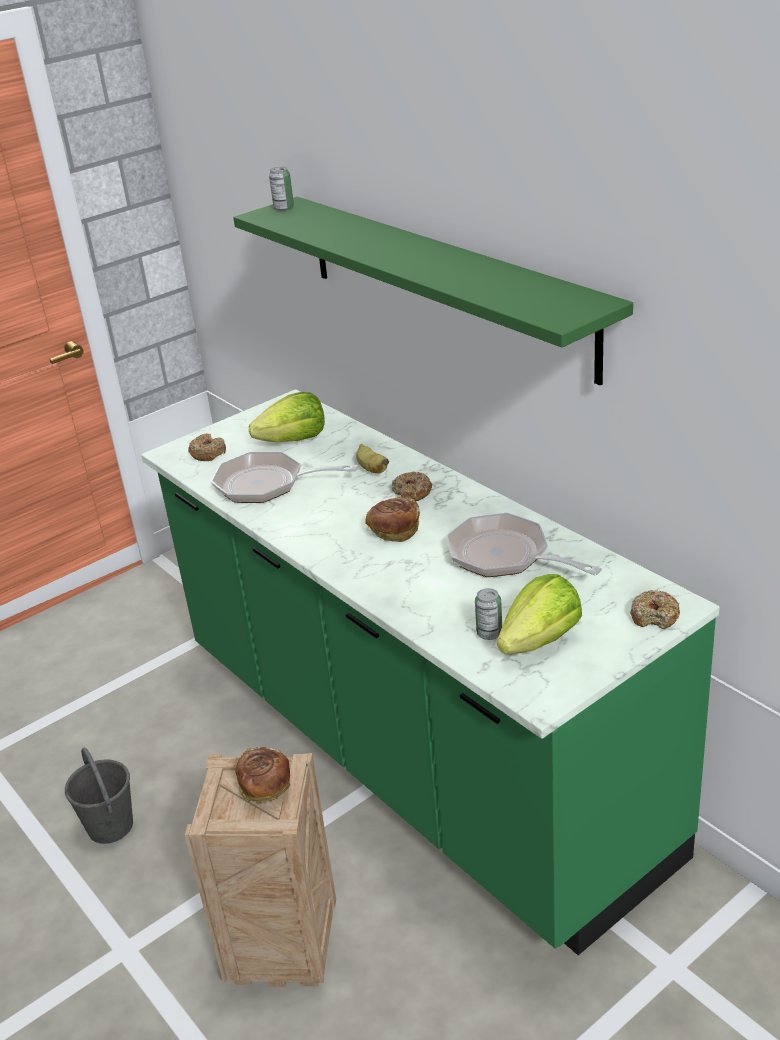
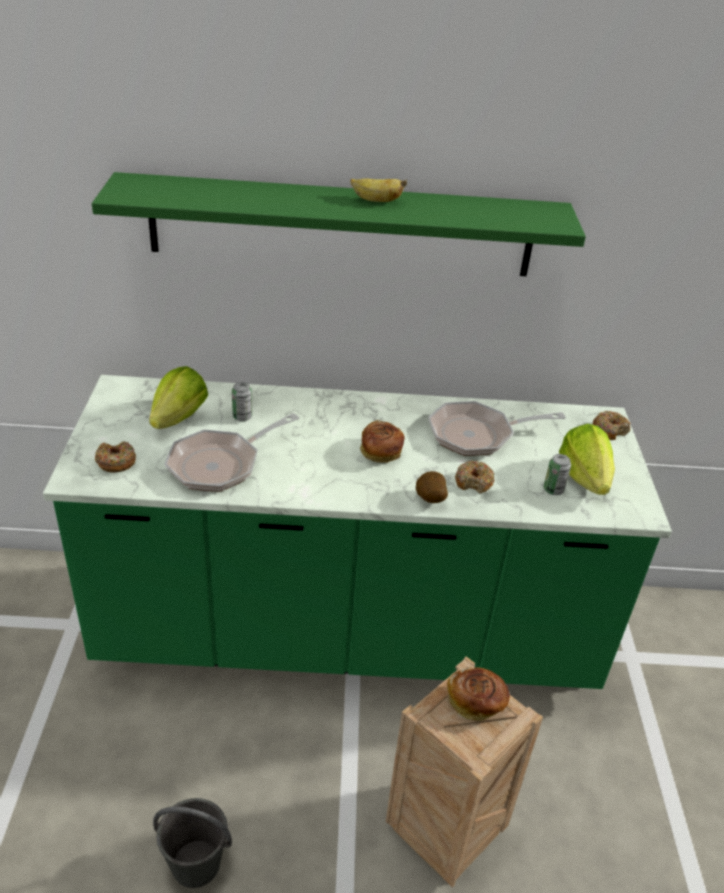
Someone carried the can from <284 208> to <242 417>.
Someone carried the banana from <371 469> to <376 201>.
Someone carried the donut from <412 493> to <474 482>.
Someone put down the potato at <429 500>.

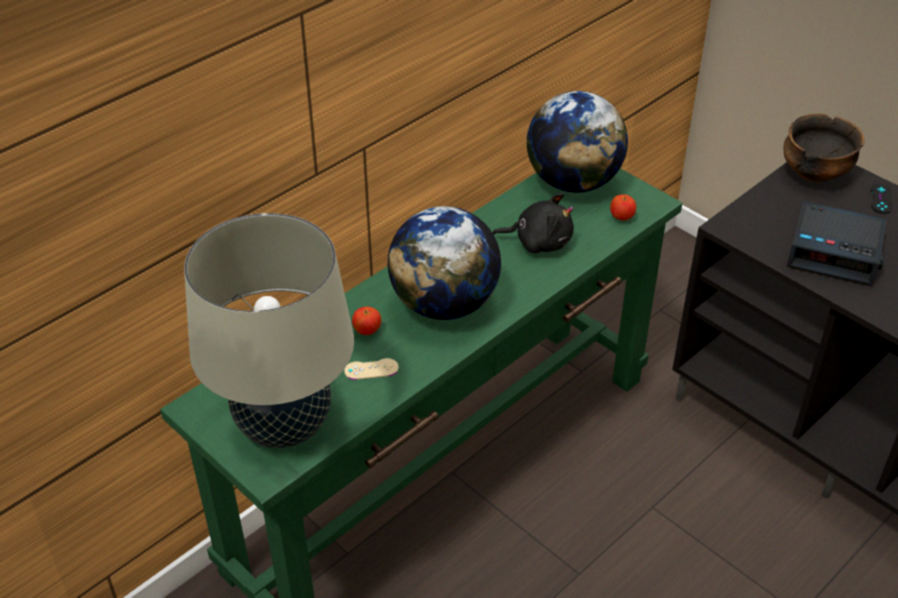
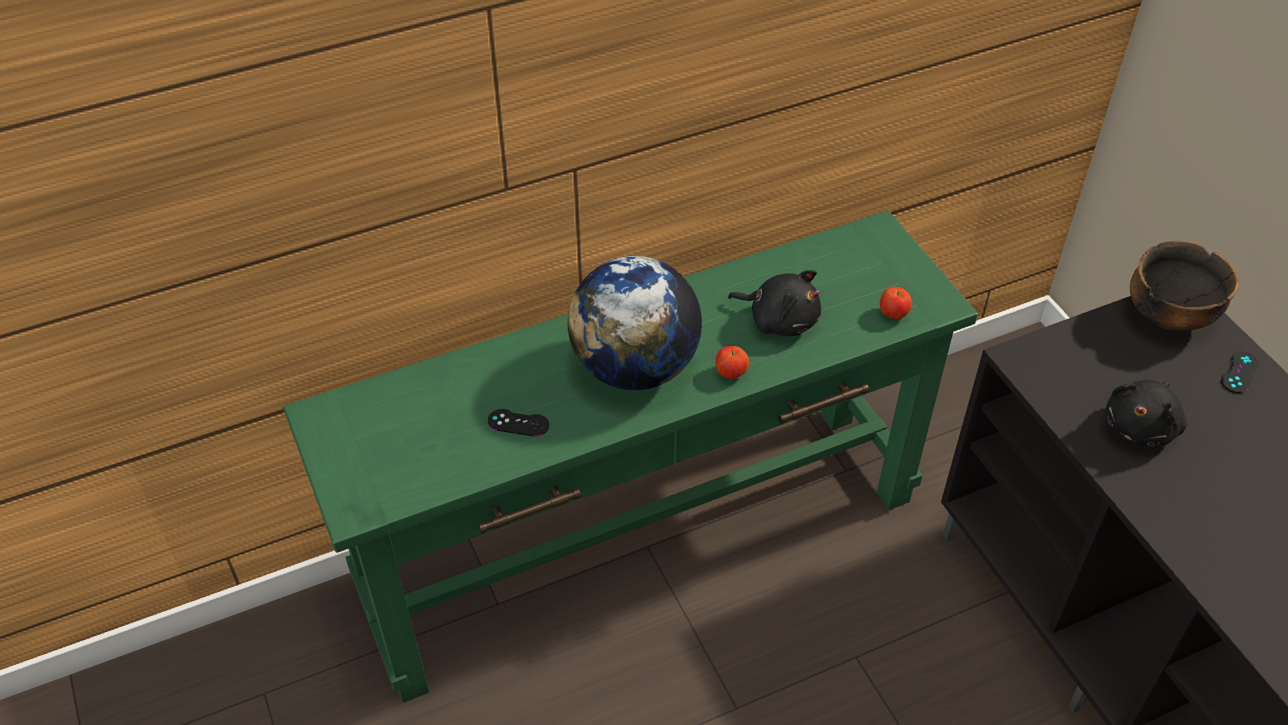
Someone took away the table lamp (beige) at <284 425>.
Someone repainted the game controller (beige) at <371 369>, which became the game controller (black) at <518 423>.
Someone carried the apple from <367 331> to <731 373>.
Someone took away the globe at <573 182>.
Someone swapped the alarm clock at <835 252> for the plush toy (black) at <1141 426>.

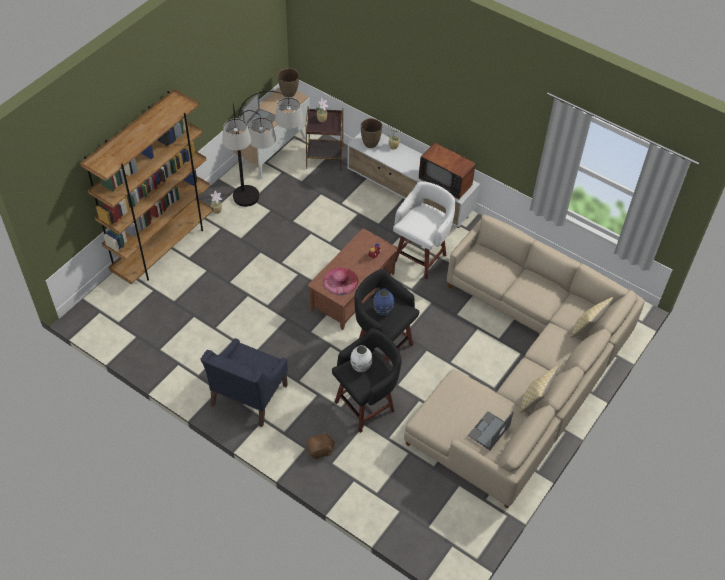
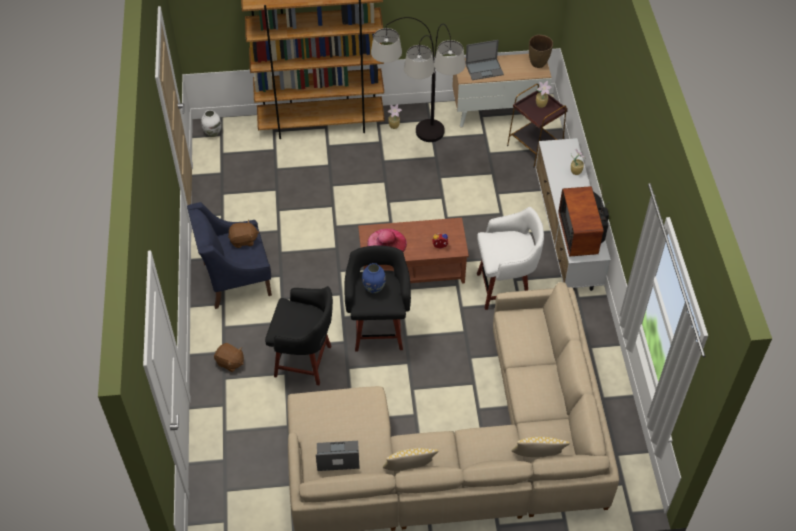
Someone carried the vase (white) from <361 367> to <212 133>.
Someone took away the vase (brown) at <370 143>.
Someone put down the plush toy (brown) at <243 240>.

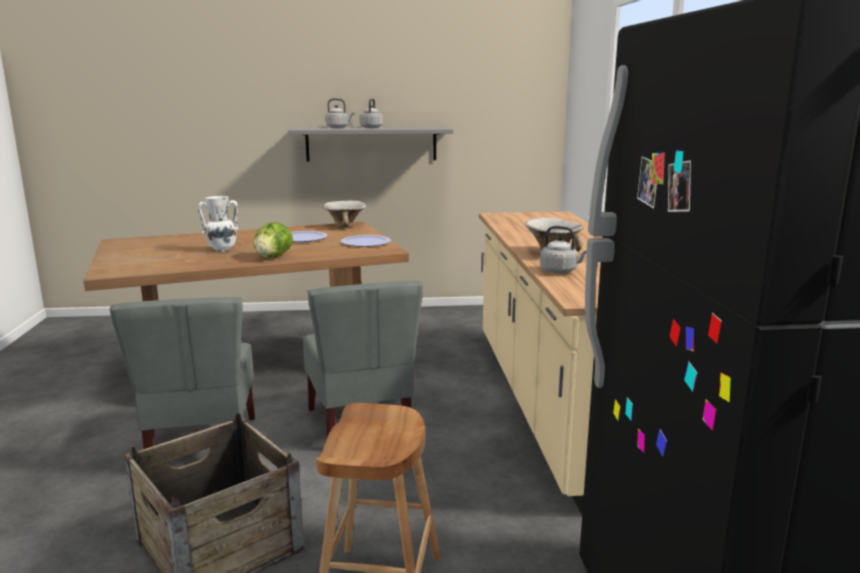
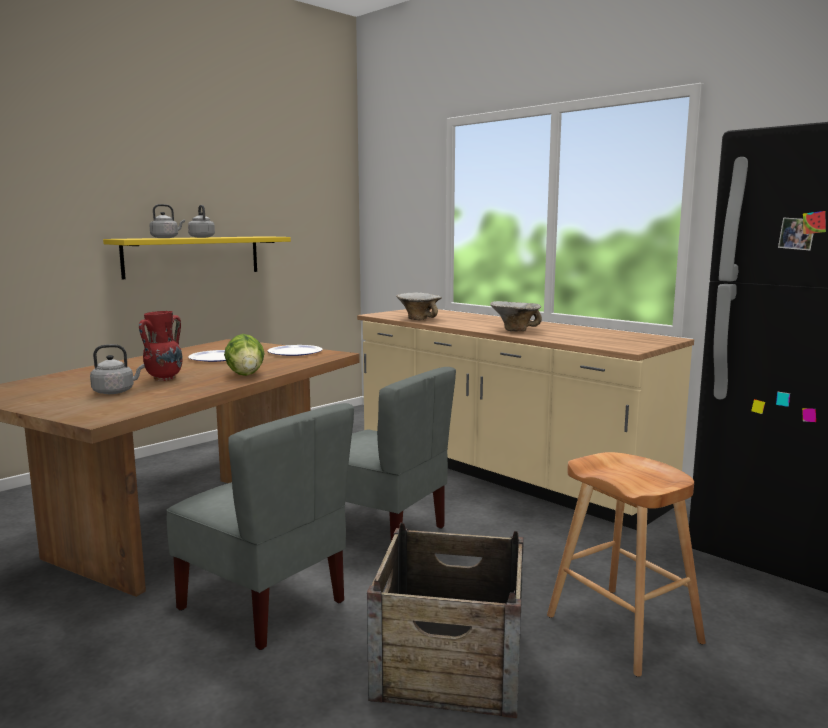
Someone repainted the vase (white) at <221 250>, which became the vase (red) at <163 378>.
Someone repainted the shelf (grey) at <371 144>, which became the shelf (yellow) at <192 256>.
Someone carried the bowl from <345 226> to <419 319>.
Someone carried the kettle (grey) from <560 271> to <116 392>.

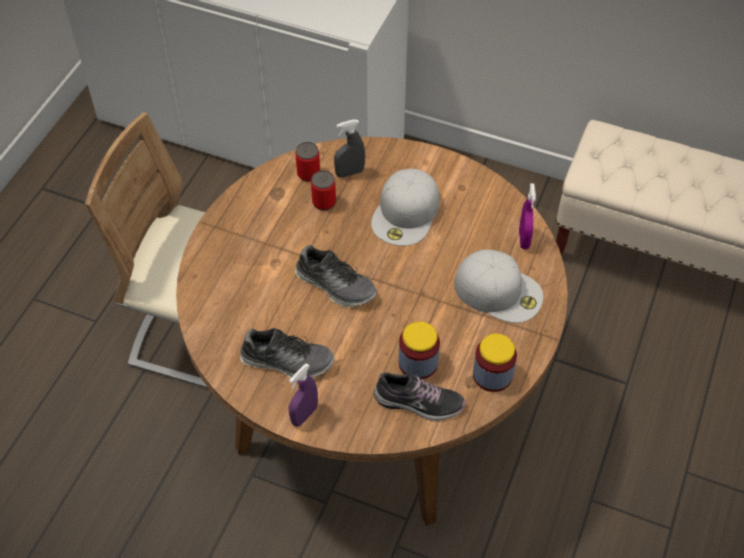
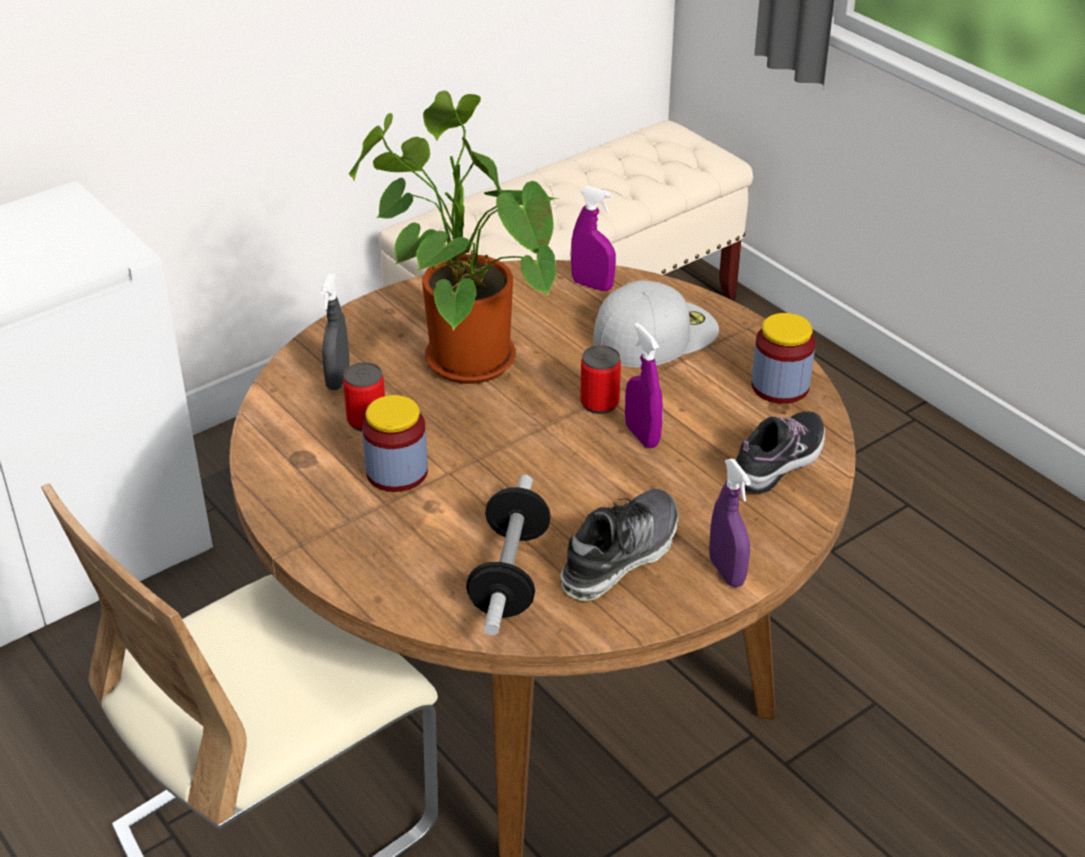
Someone carried the can from <308 174> to <599 403>.
Someone took away the shoe at <336 285>.
Someone swapped the cap (white) at <406 213> for the potted plant at <460 358>.
Someone carried the jar from <418 363> to <397 472>.
Someone put down the dumbbell at <509 575>.
Someone put down the spray bottle (purple) at <642 436>.

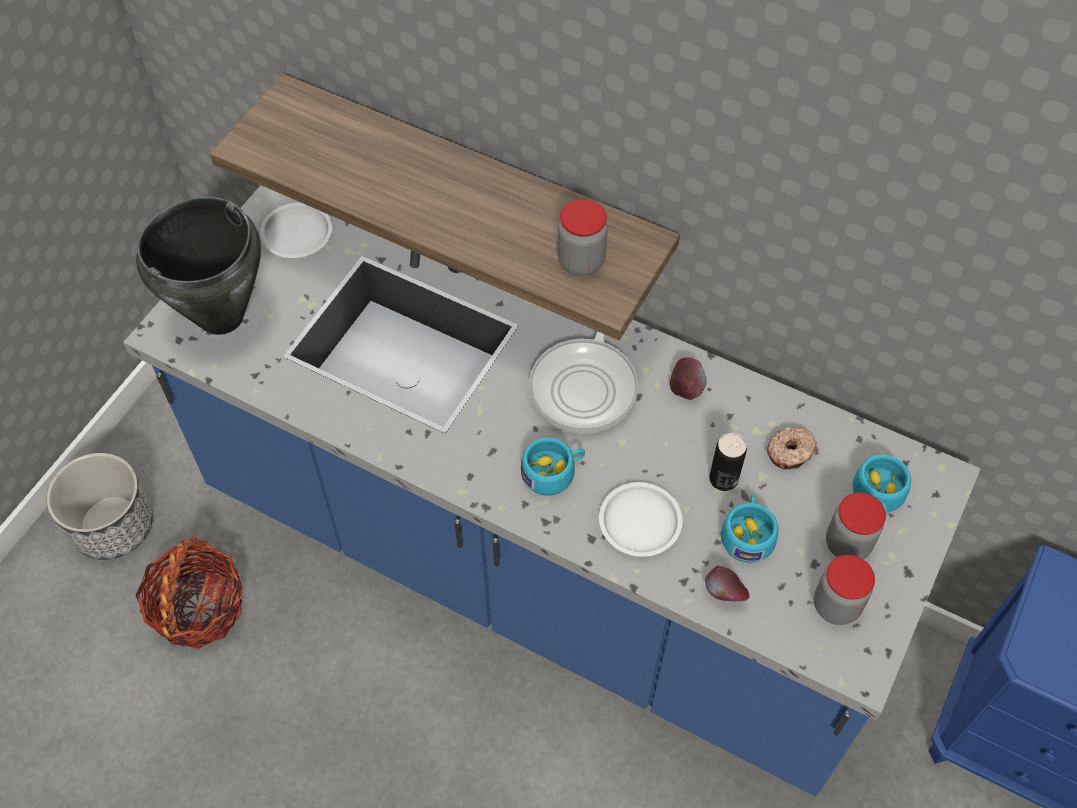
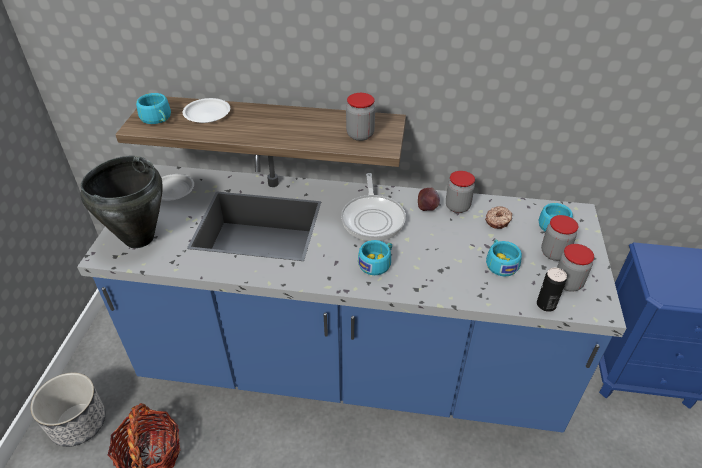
Someone carried the plate (white) from <640 521> to <207 113>.
Someone took away the apple at <724 594>.
Someone carried the can from <723 479> to <546 305>.
Someone put down the cup (turquoise) at <157 119>.
Someone put down the jar at <457 207>.

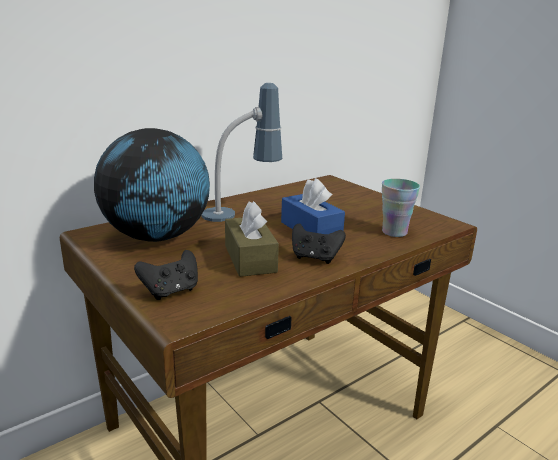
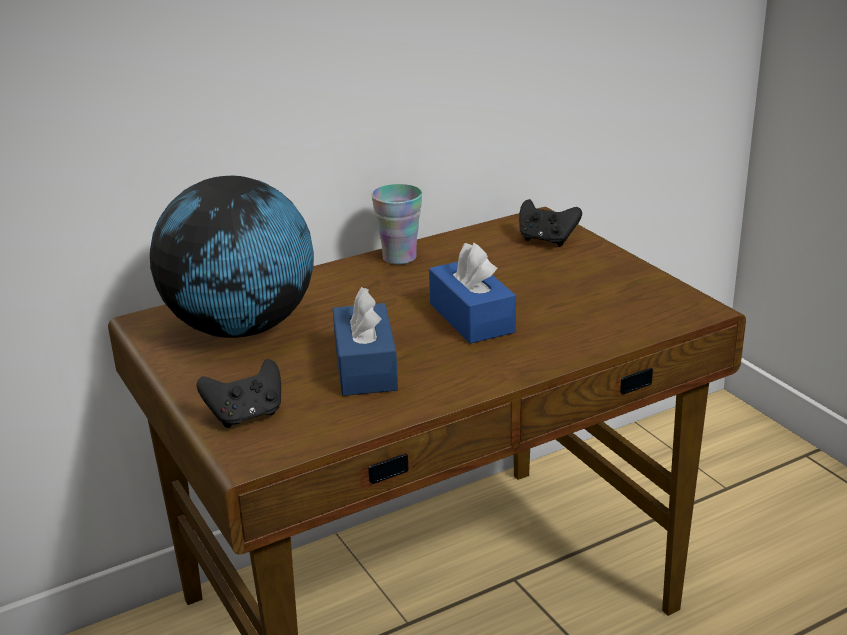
Someone took away the table lamp at <241 213>.
Someone repainted the tissue box (brown) at <250 258>, which became the tissue box (blue) at <365 367>.
Someone carried the game controller (black) from <315 258> to <546 240>.
Someone carried the cup from <394 232> to <399 257>.

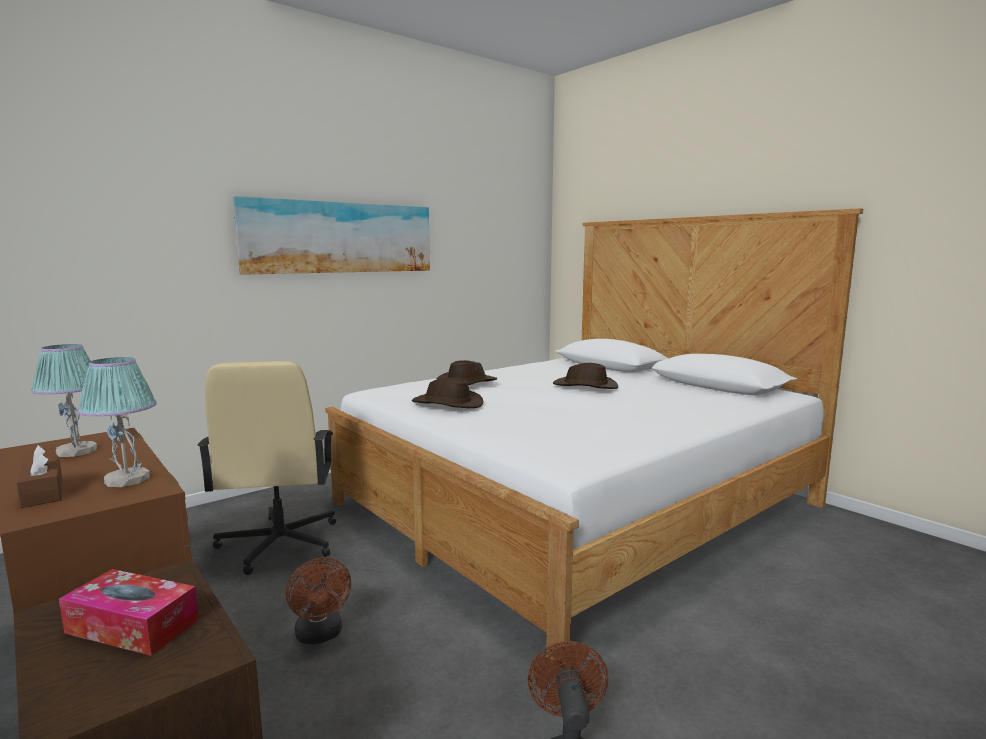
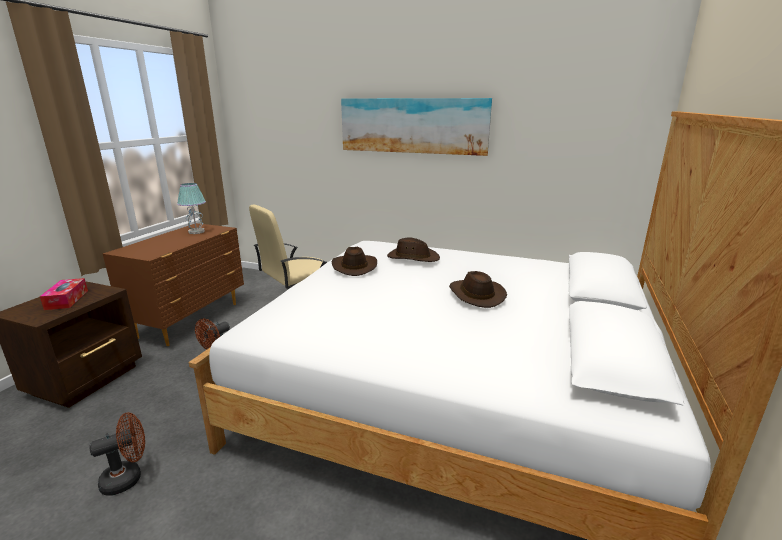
Someone took away the tissue box (brown) at <42 494>.
Someone took away the table lamp at <128 479>.

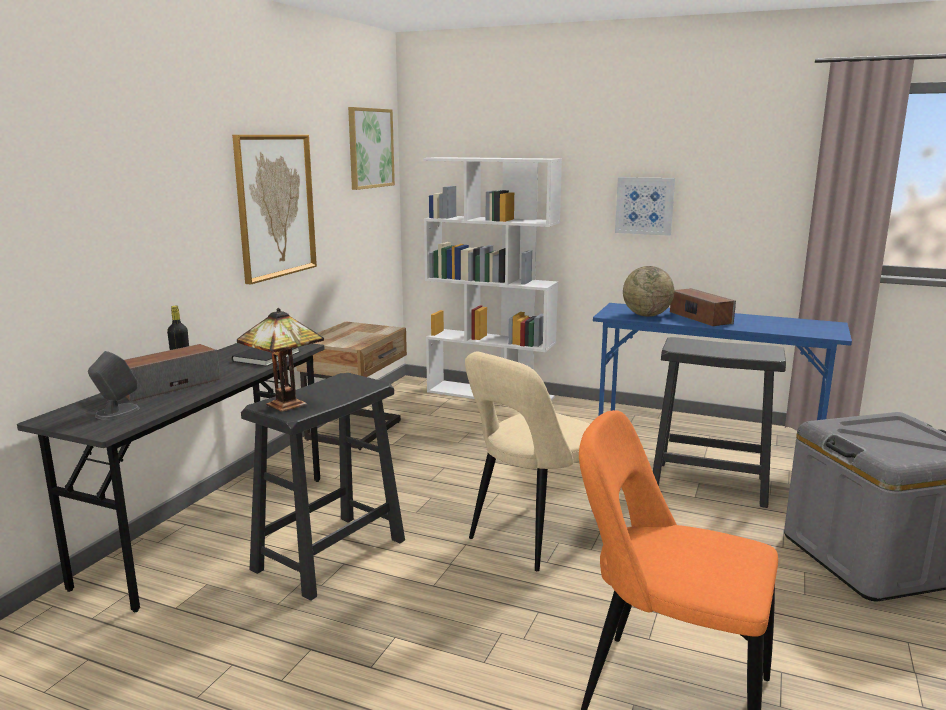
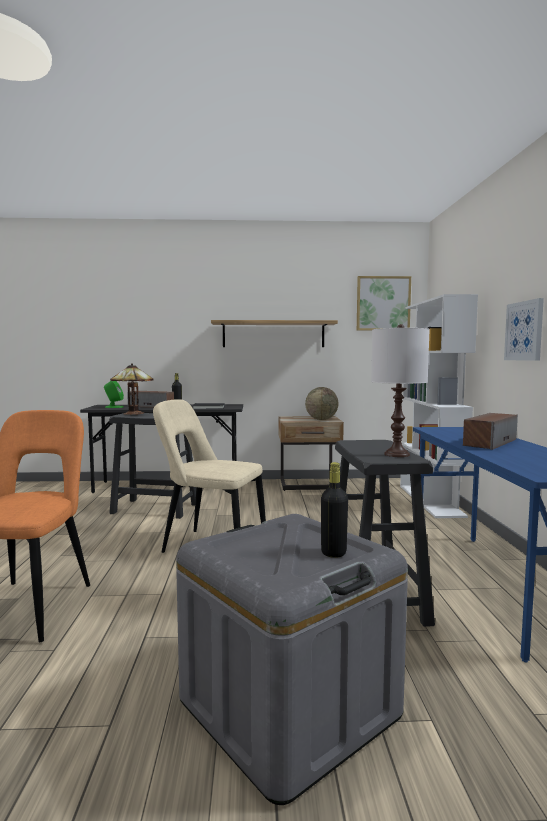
Someone repainted the speaker (grey) at <116 412>, which became the speaker (green) at <114 407>.
Someone swapped the picture at <275 206> for the shelf at <273 334>.
Someone carried the globe from <646 315> to <321 419>.
Someone put down the bottle (black) at <333 553>.
Someone put down the table lamp (white) at <397 454>.

